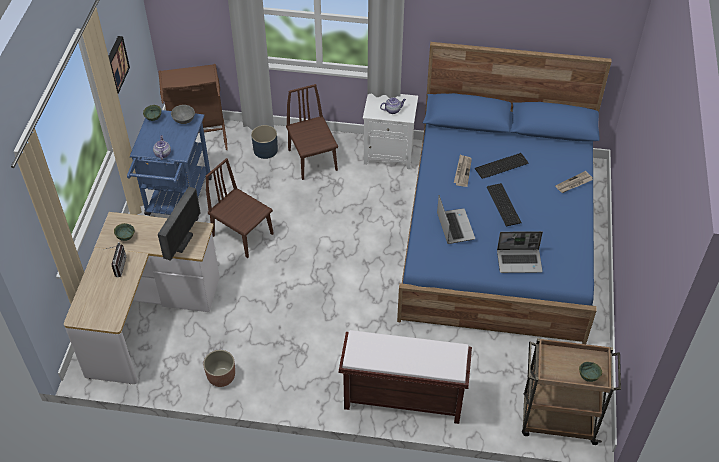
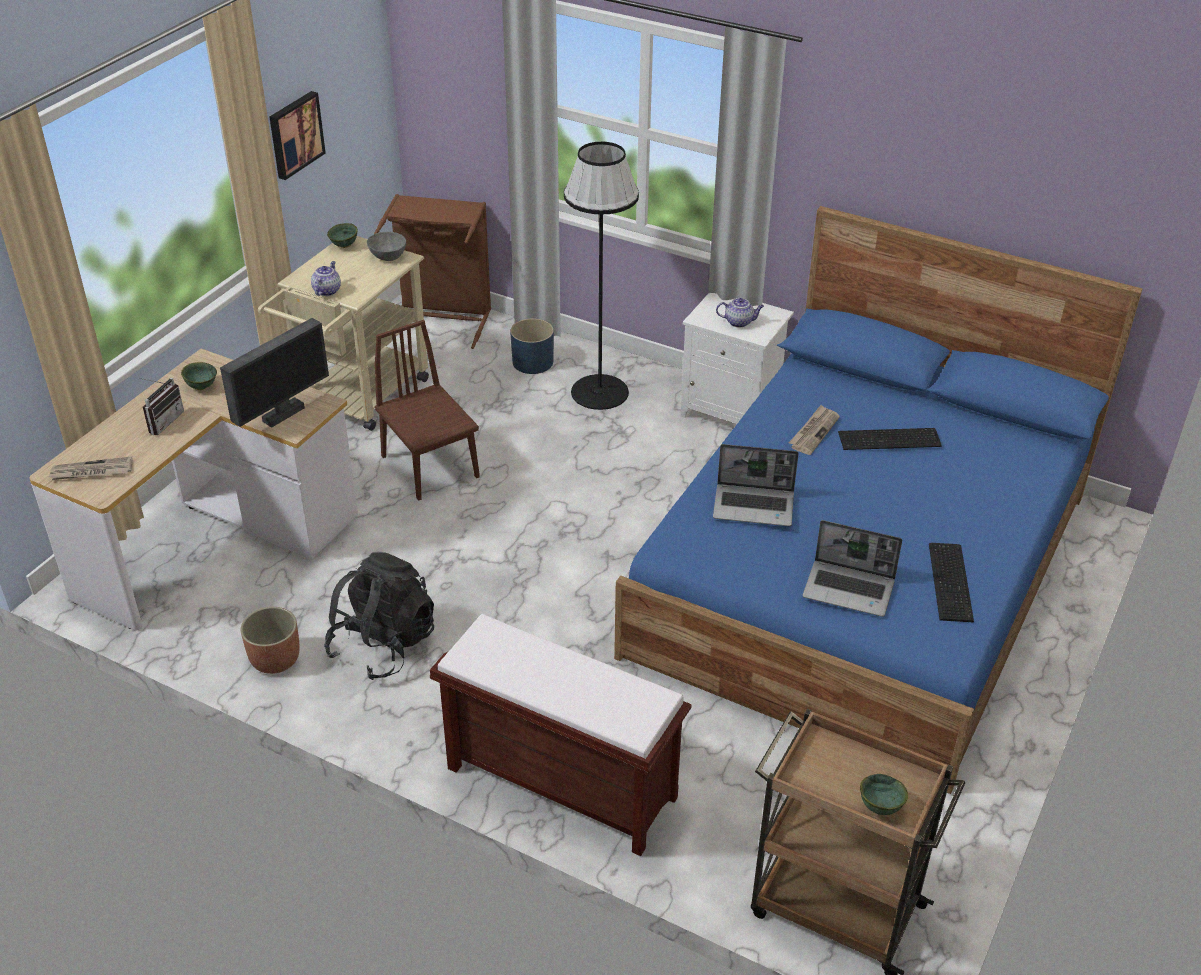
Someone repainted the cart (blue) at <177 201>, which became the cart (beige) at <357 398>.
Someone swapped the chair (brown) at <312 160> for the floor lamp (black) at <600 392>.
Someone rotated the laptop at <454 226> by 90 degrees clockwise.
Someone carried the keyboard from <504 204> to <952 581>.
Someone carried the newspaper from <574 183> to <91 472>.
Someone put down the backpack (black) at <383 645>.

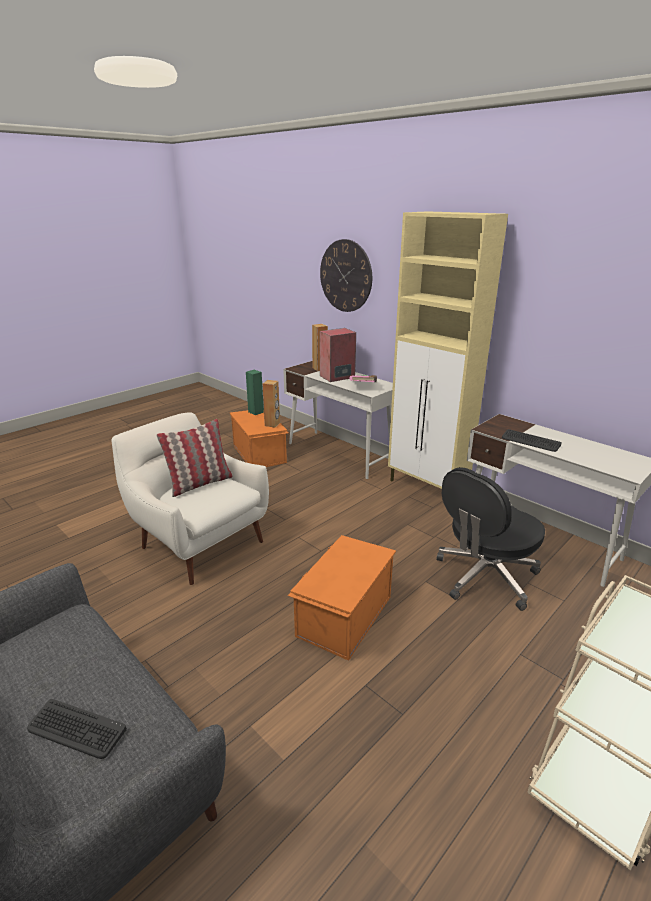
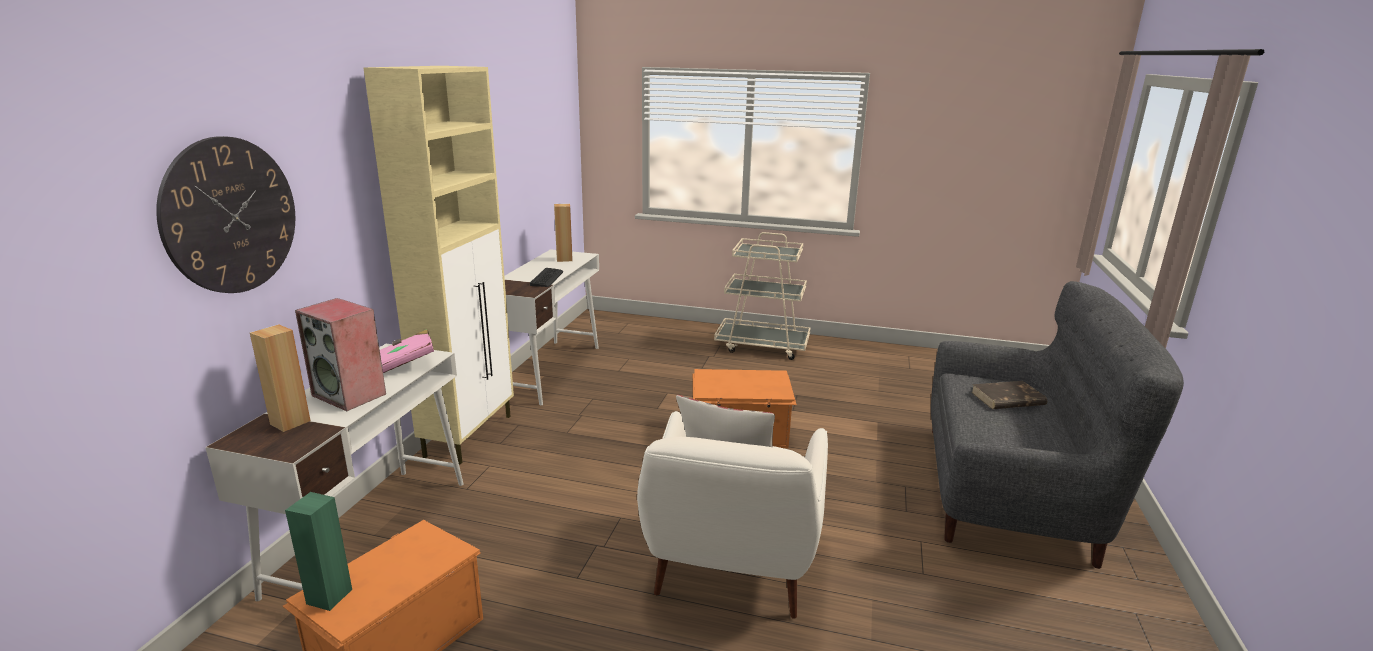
Someone swapped the keyboard at <76 729> for the book (brown) at <1007 399>.
Someone carried the speaker (brown) from <272 424> to <564 259>.
Someone took away the office chair (black) at <484 577>.

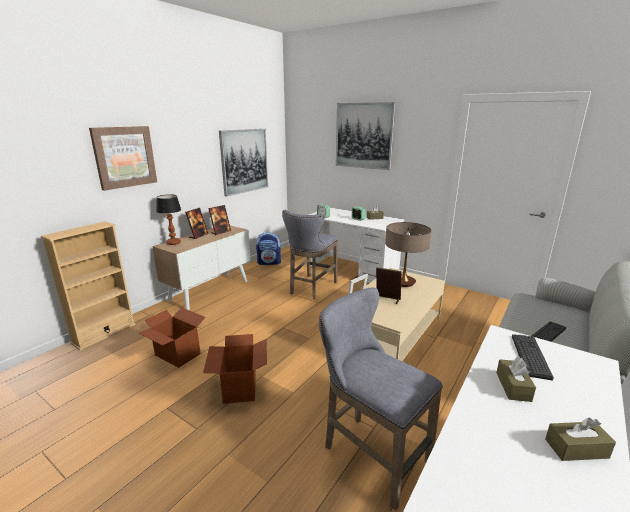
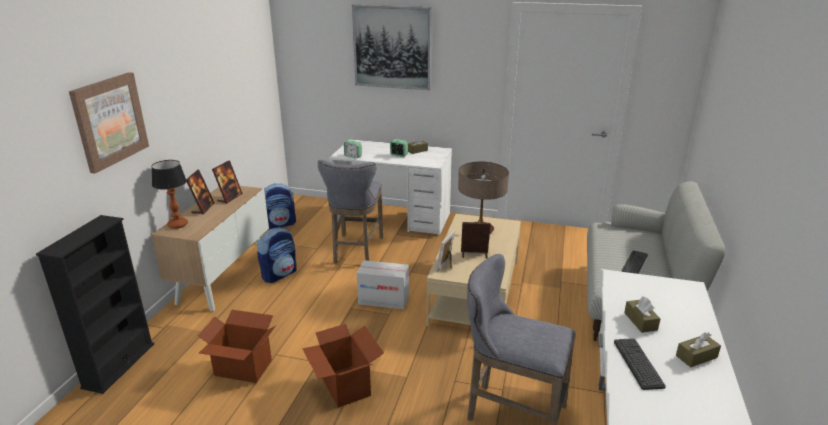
Someone repainted the bookcase (beige) at <104 333>, which became the bookcase (black) at <119 365>.
Someone took away the picture at <244 161>.
Someone carried the keyboard from <530 356> to <638 363>.
Someone put down the backpack at <279 274>.
Someone put down the cardboard box at <384 300>.

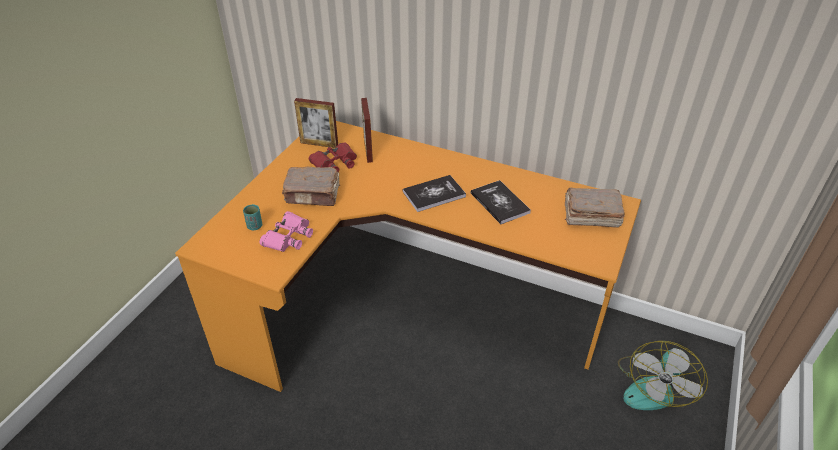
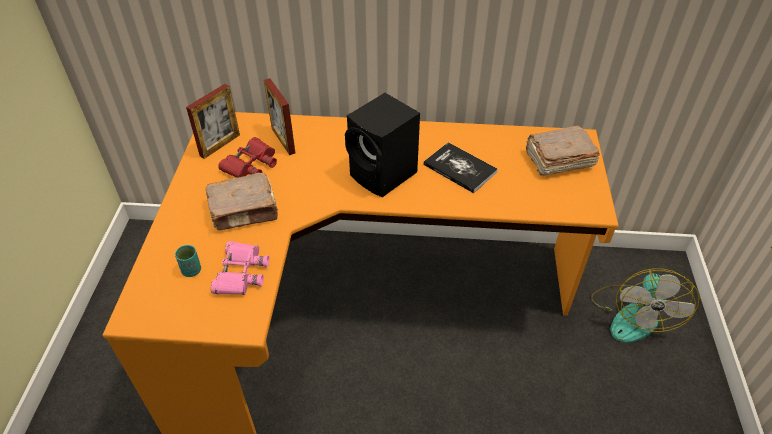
Someone rotated the picture frame at <319 144> by 45 degrees counterclockwise.
Someone swapped the book at <434 194> for the speaker (black) at <384 175>.

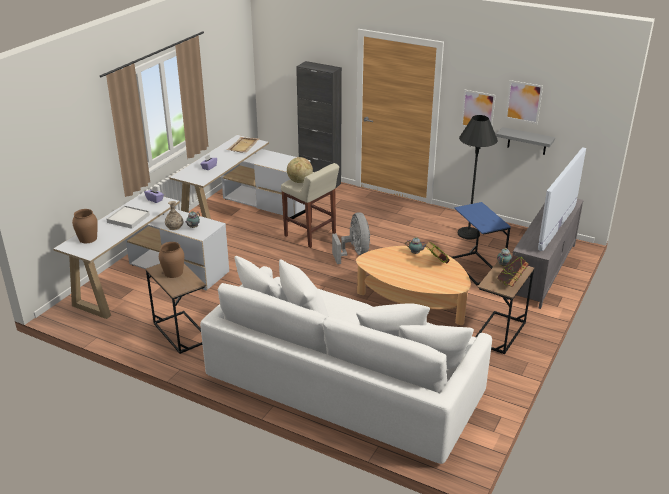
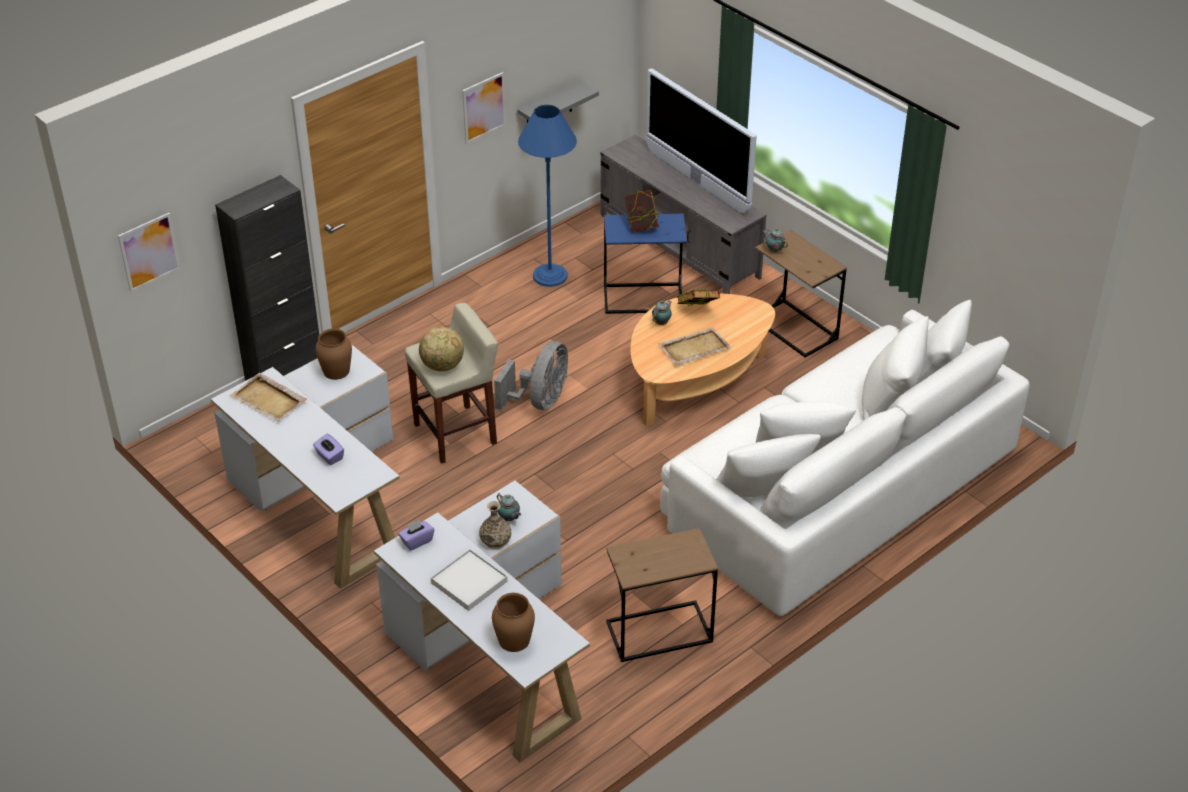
Someone carried the vase (brown) from <173 272> to <336 370>.
Someone rotated the fan (grey) at <354 253> by 105 degrees clockwise.
Someone repainted the floor lamp (black) at <468 233>, which became the floor lamp (blue) at <550 275>.
Someone carried the book from <511 283> to <641 226>.
Someone carried the picture from <523 102> to <149 252>.
Someone put down the tray (beige) at <693 348>.

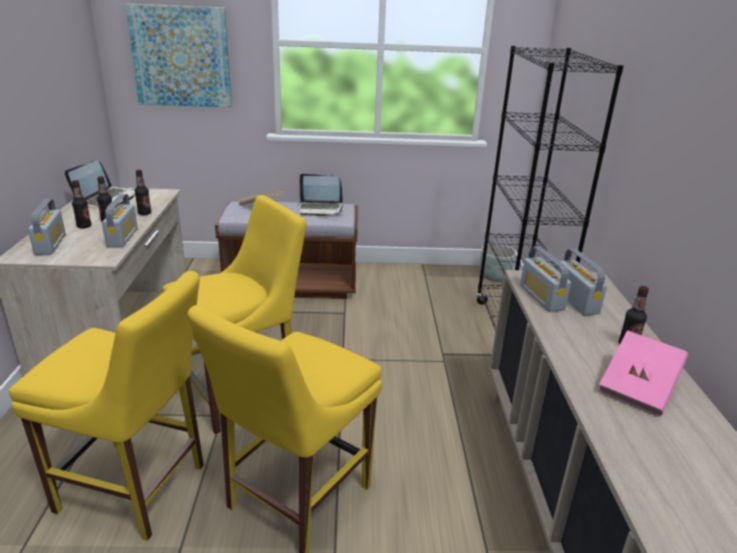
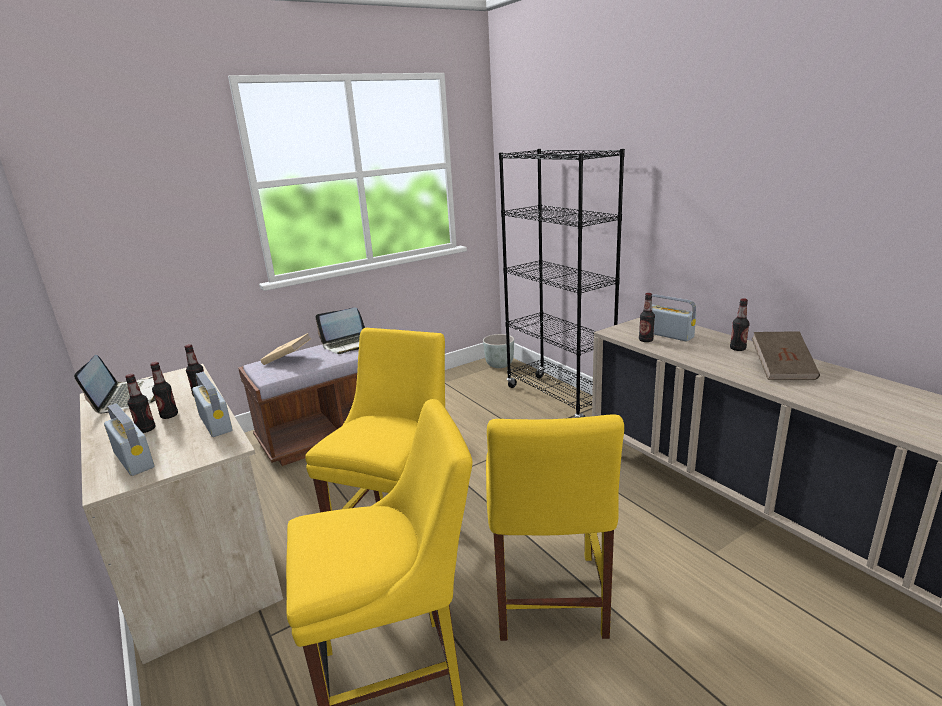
Someone took away the picture at <181 56>.
Someone swapped the radio at <541 297> for the bottle at <645 340>.
Someone repainted the book (pink) at <638 388>, which became the book (brown) at <782 369>.

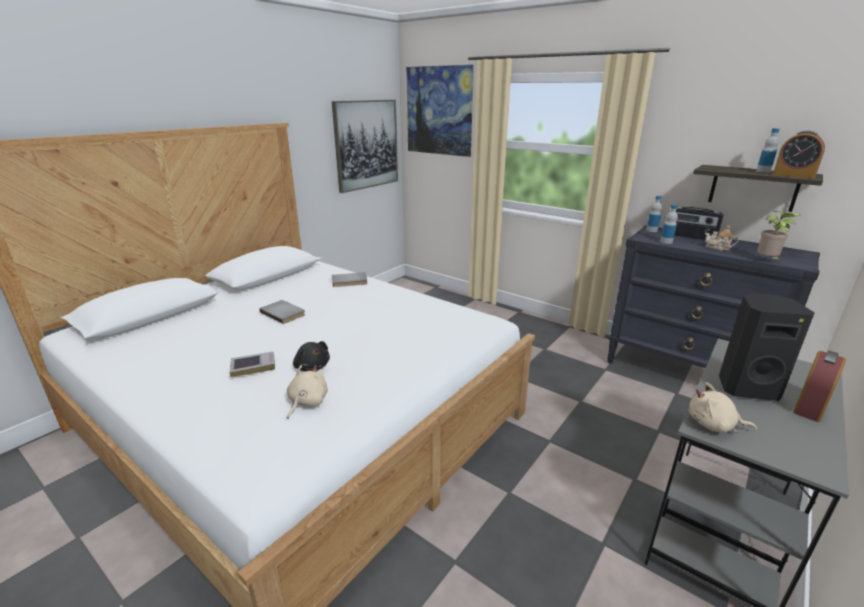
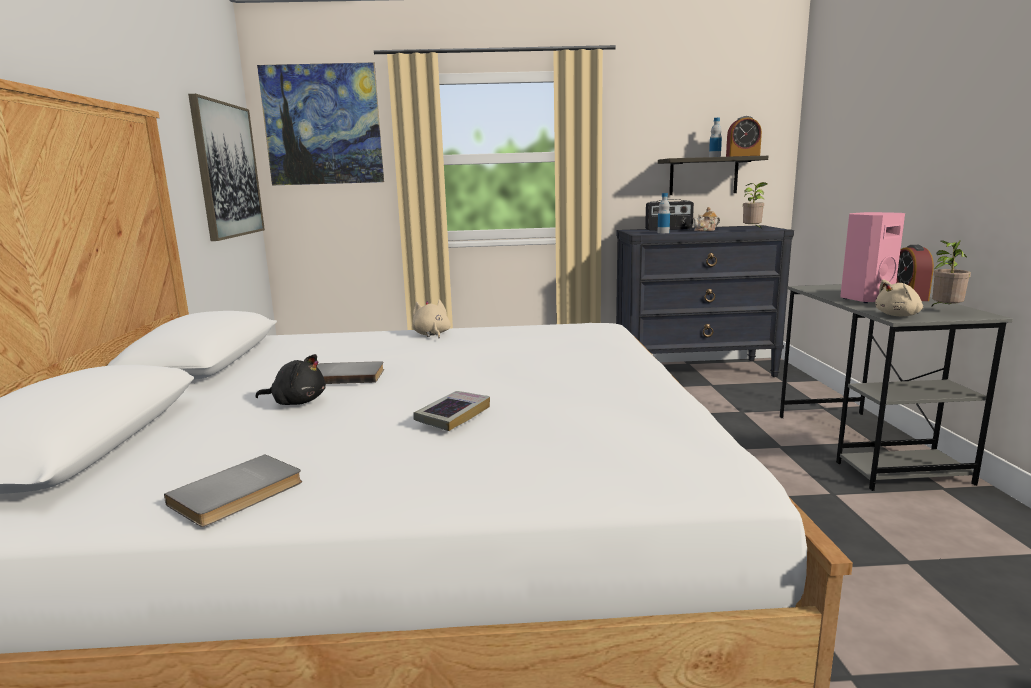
Someone carried the plush toy (beige) from <307 402> to <431 334>.
Someone carried the plush toy (black) from <312 367> to <297 402>.
Someone carried the book (grey) from <349 281> to <239 494>.
Someone took away the bottle at <651 230>.
Someone repainted the speaker (black) at <746 388>, which became the speaker (pink) at <864 299>.
Someone put down the potted plant at <944 311>.

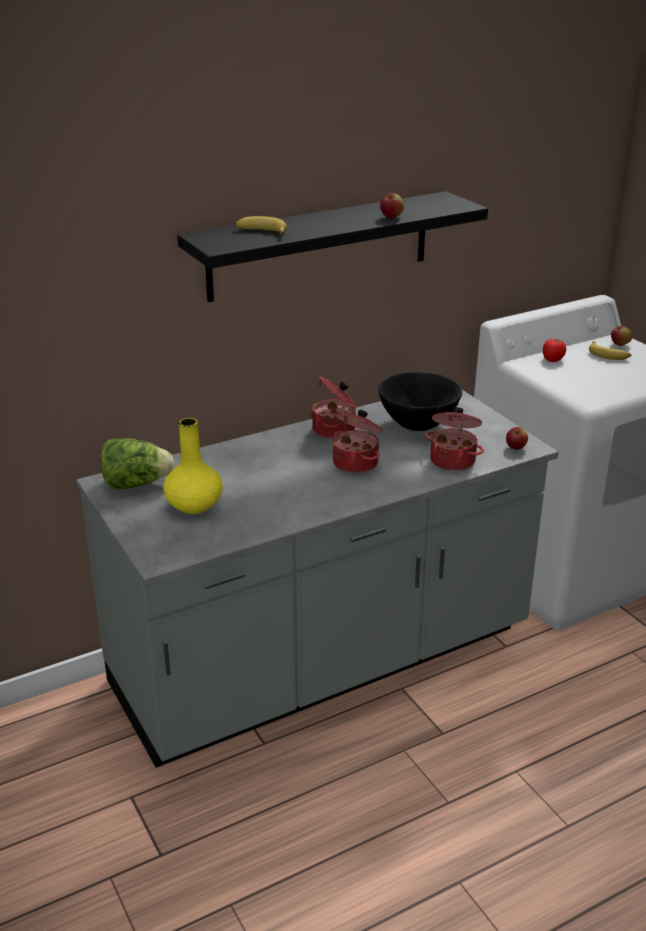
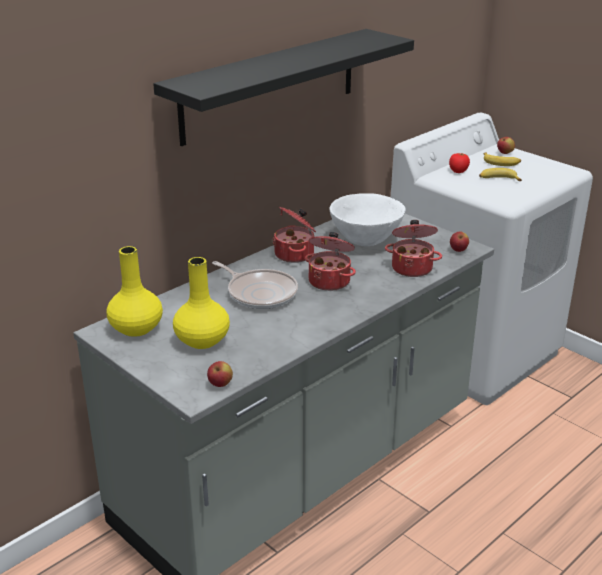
Someone swapped the lettuce at <136 484> for the vase (yellow) at <135 328>.
Someone carried the banana from <261 232> to <498 179>.
Someone repainted the bowl (black) at <417 425>, which became the bowl (white) at <365 241>.
Someone carried the apple from <391 217> to <220 384>.
Someone put down the frying pan at <260 293>.

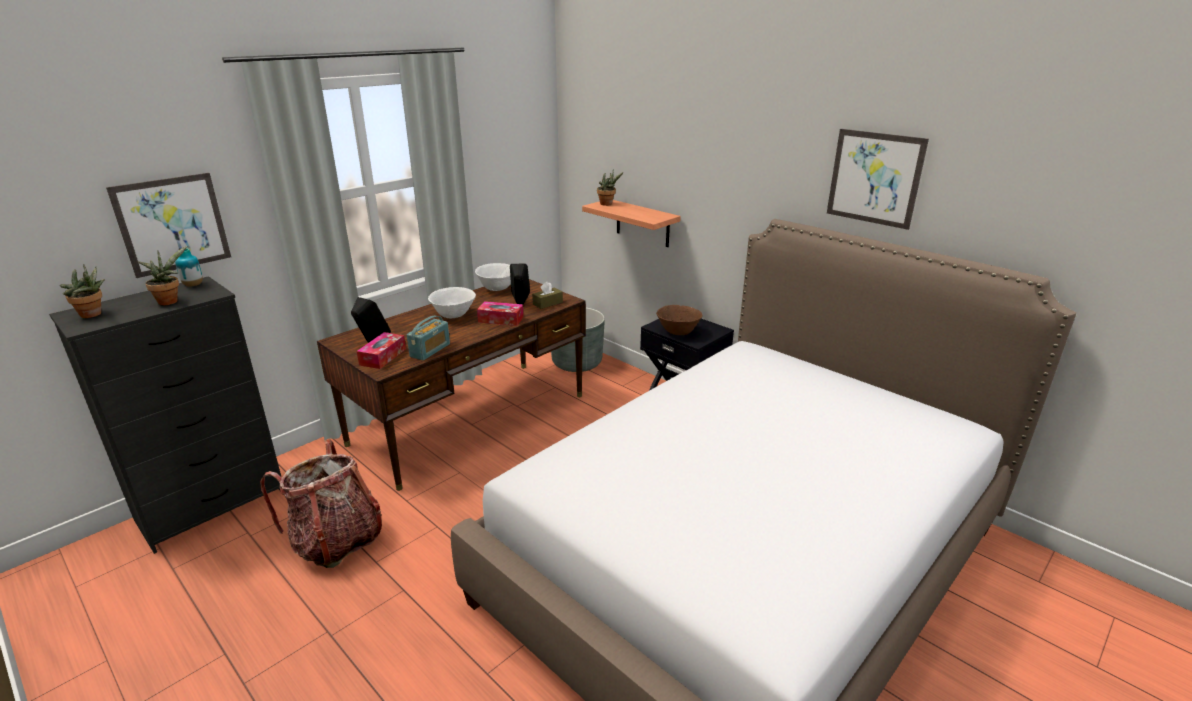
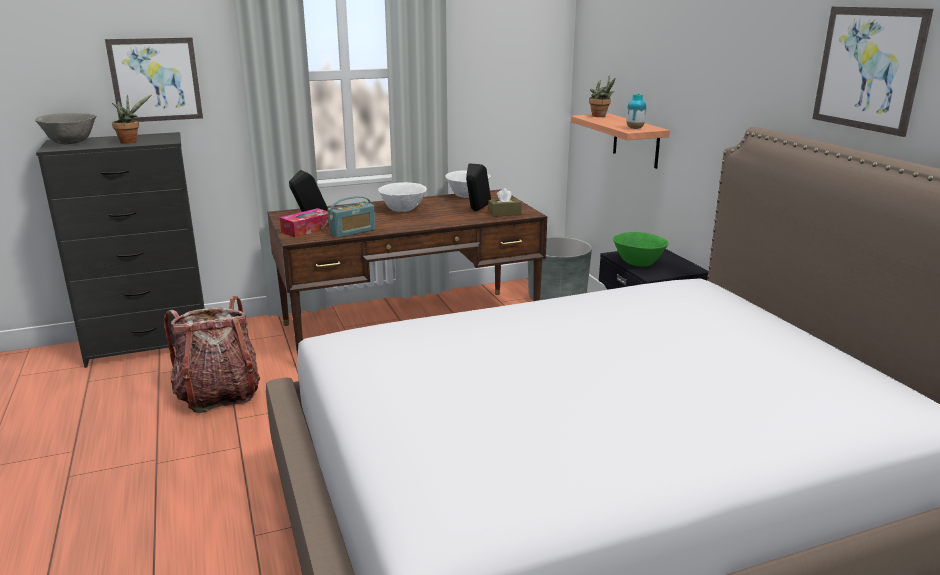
Someone swapped the potted plant at <93 315> for the bowl (grey) at <71 143>.
Someone carried the vase from <193 285> to <635 128>.
Someone took away the tissue box at <501 319>.
Someone repainted the bowl (brown) at <678 332>, which became the bowl (green) at <638 264>.

